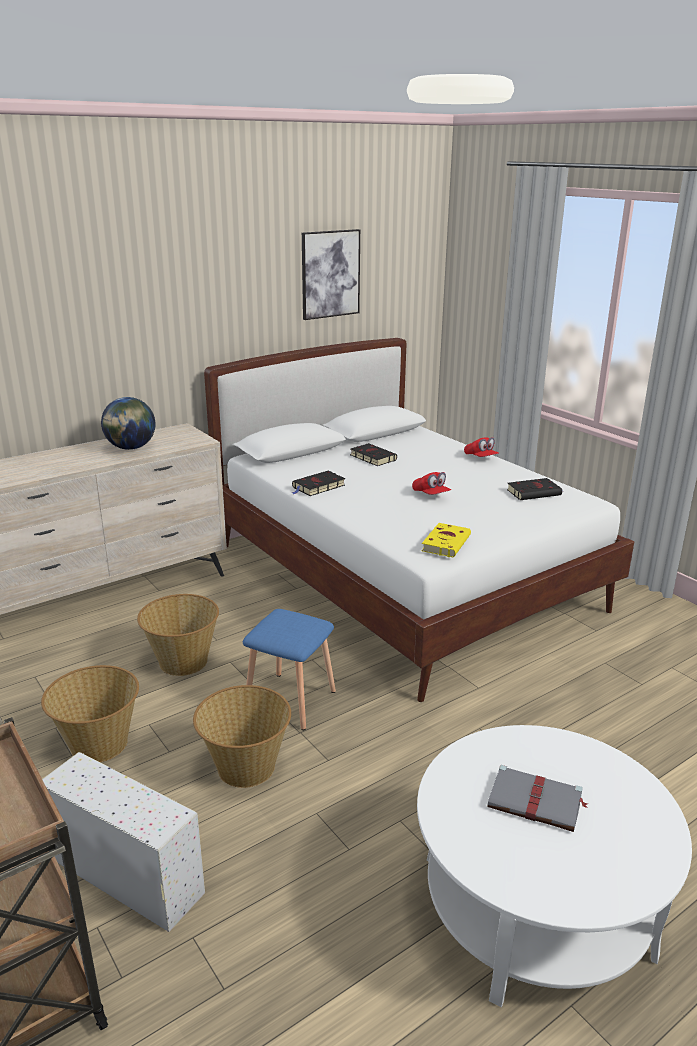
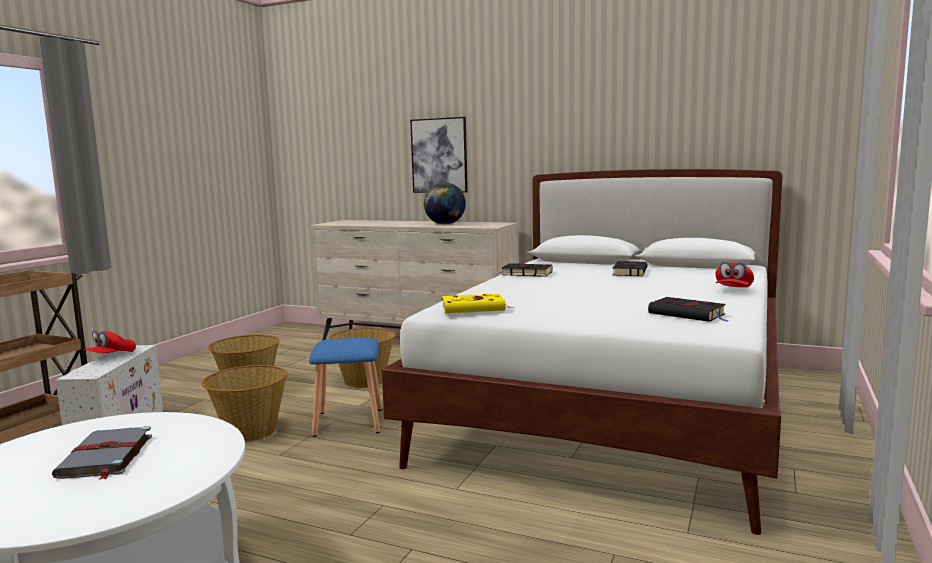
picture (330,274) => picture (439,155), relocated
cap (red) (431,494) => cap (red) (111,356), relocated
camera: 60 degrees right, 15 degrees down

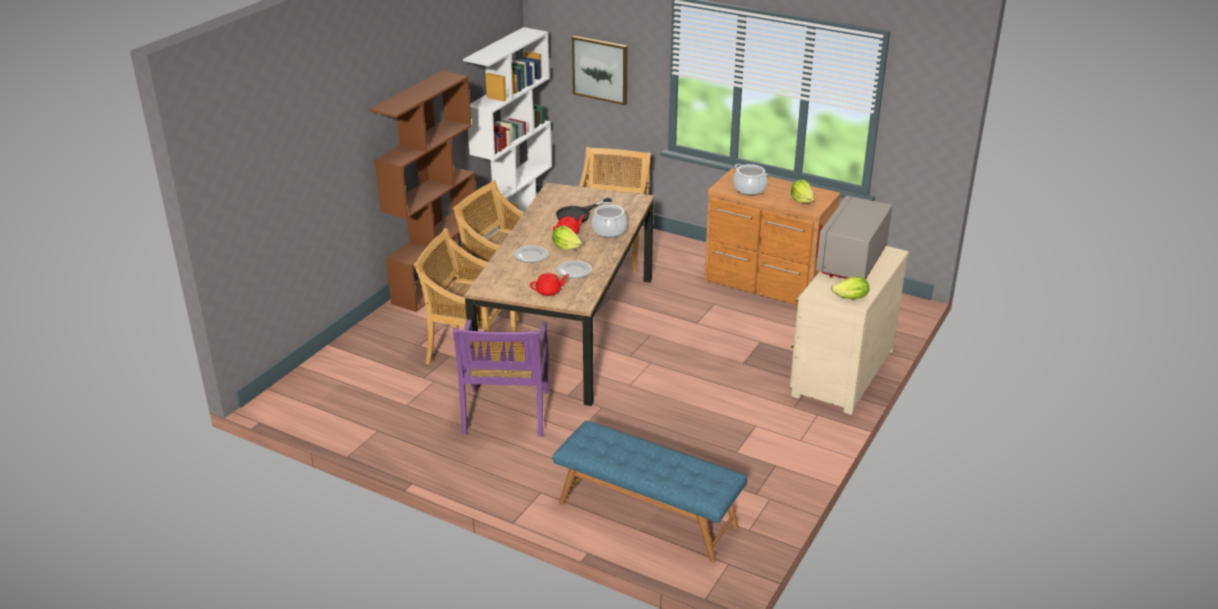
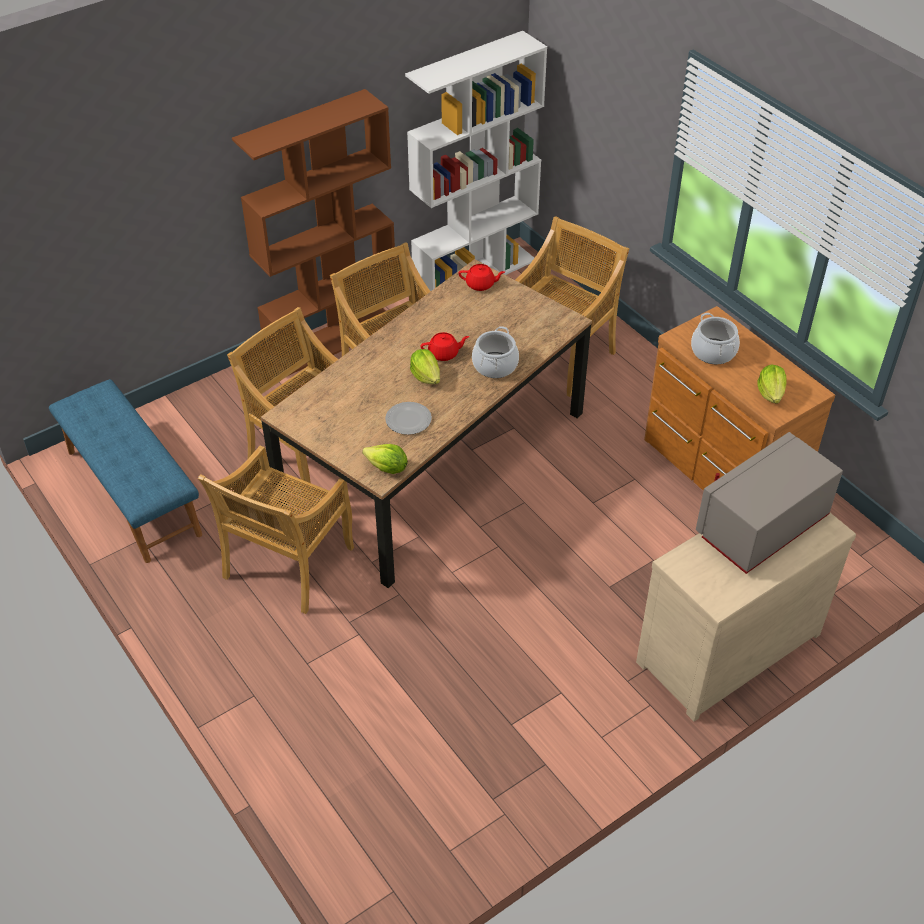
chair (purple) (506,414) => chair (beige) (287,565)
plate (530,255) => nothing
teapot (red) (549,291) => teapot (red) (481,284), relocated
bench (blue) (646,515) => bench (blue) (132,492), relocated
frying pan (black) (578,214) => nothing
picture (600,69) => nothing
lettuce (851,298) => lettuce (387,468), relocated
camera: 25 degrees right, 15 degrees up

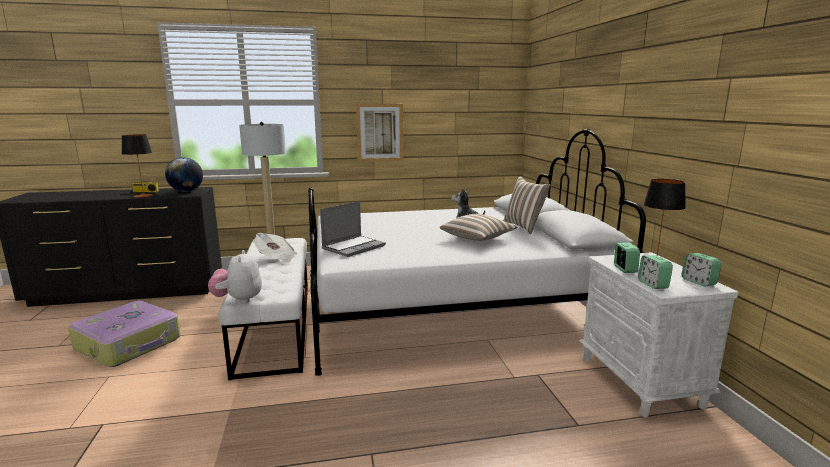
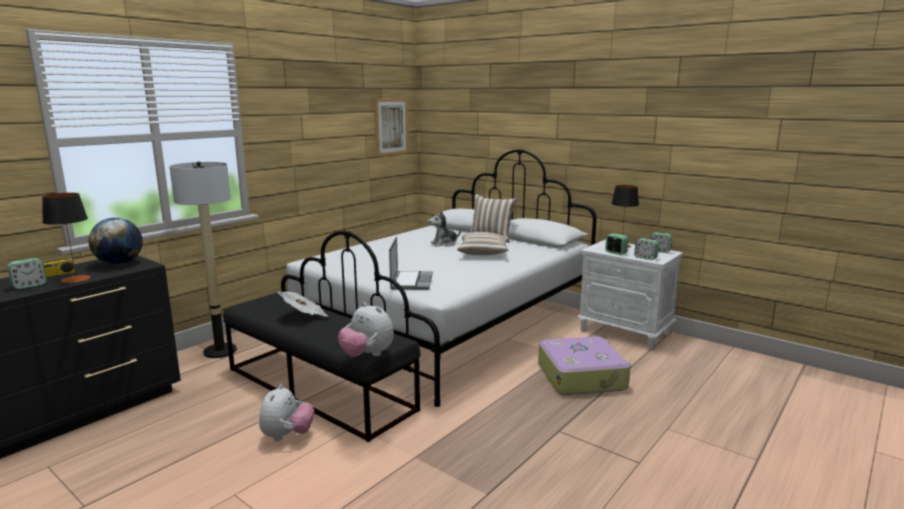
suitcase (130,344) => suitcase (582,376), relocated
bench (white) (275,324) => bench (black) (319,389)
picture (380,132) => picture (391,126), relocated
nothing => alarm clock (29,285)
nothing => plush toy (287,436)
camera: 40 degrees left, 0 degrees up

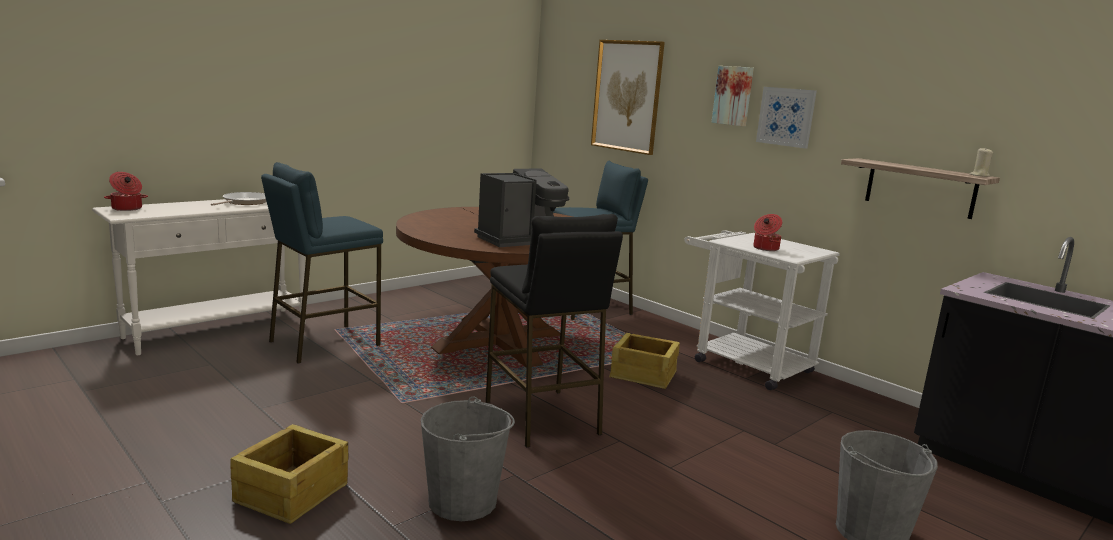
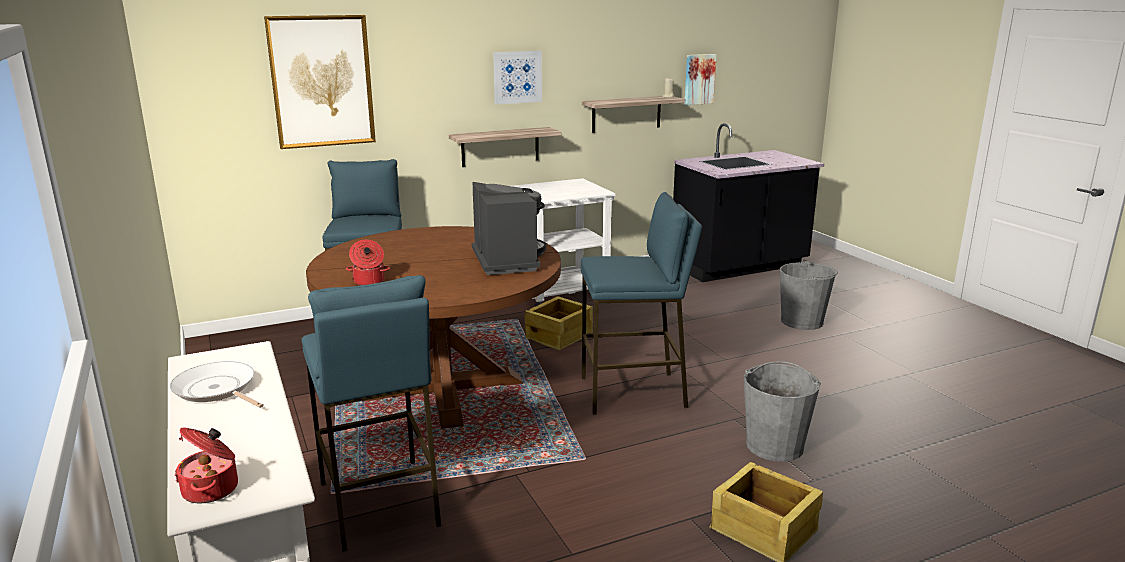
stool (black) (542,417) => stool (blue) (634,393)
picture (733,95) => picture (699,79), relocated
cooking pot (765,248) => cooking pot (369,281), relocated
nothing => shelf (500,147)
camera: 70 degrees left, 5 degrees up

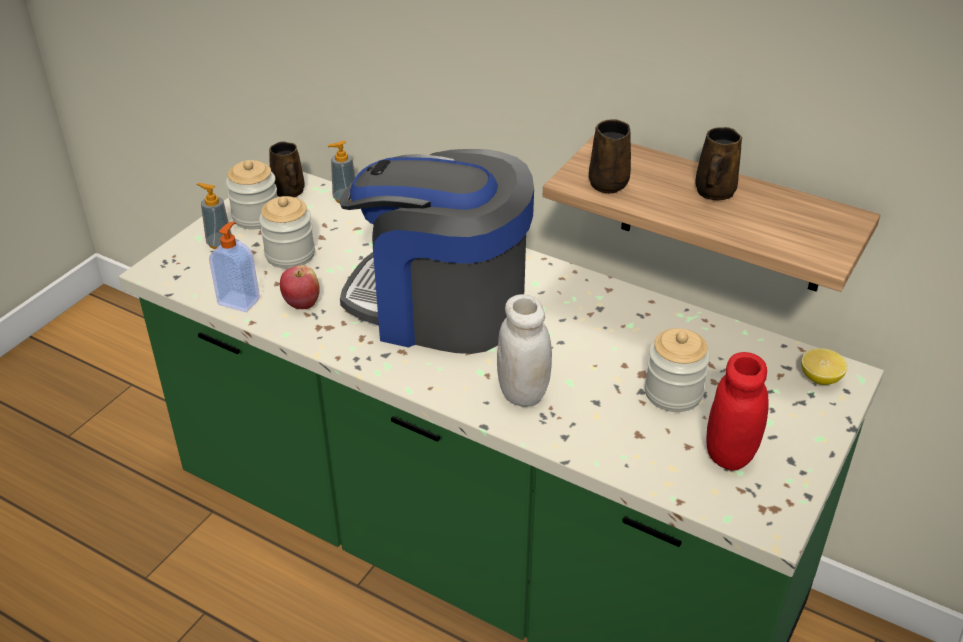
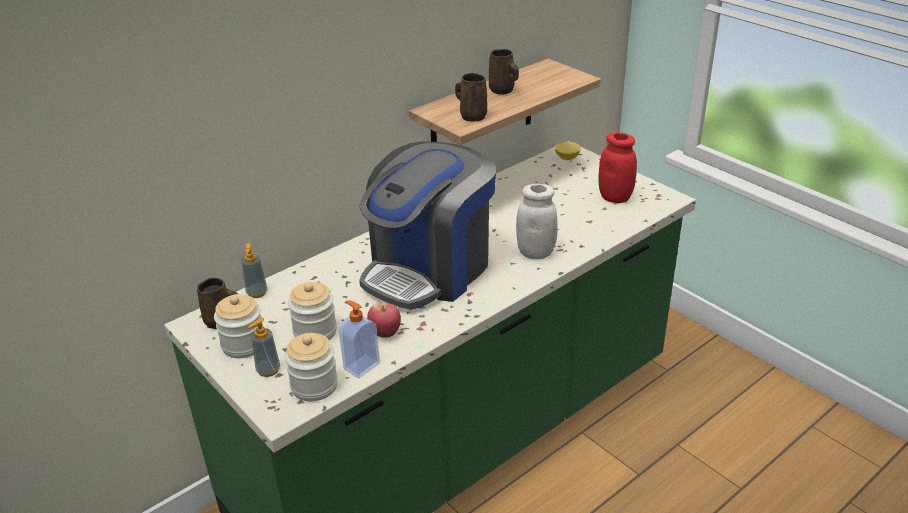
jar (673,393) => jar (314,386), relocated
camera: 70 degrees left, 5 degrees down

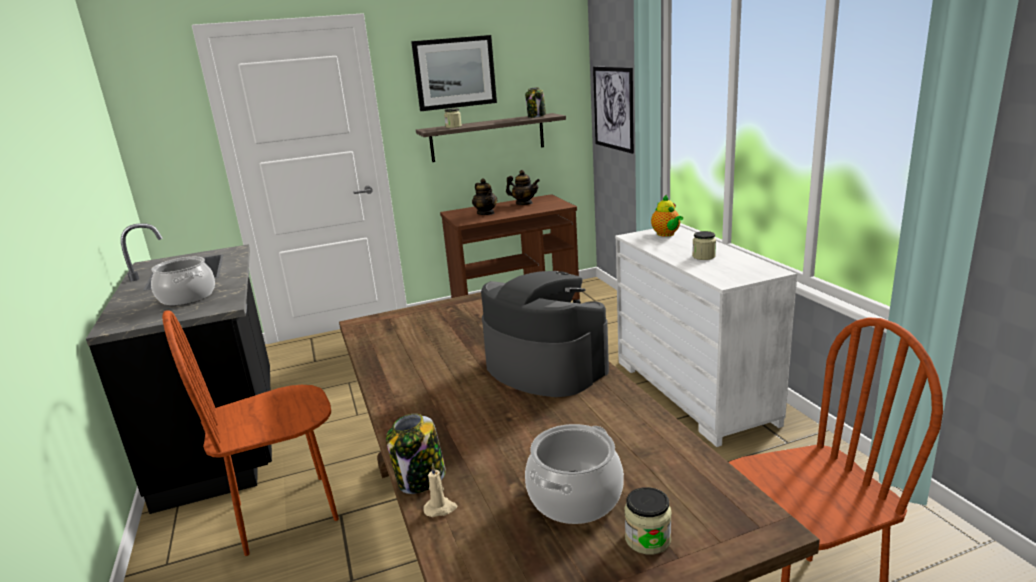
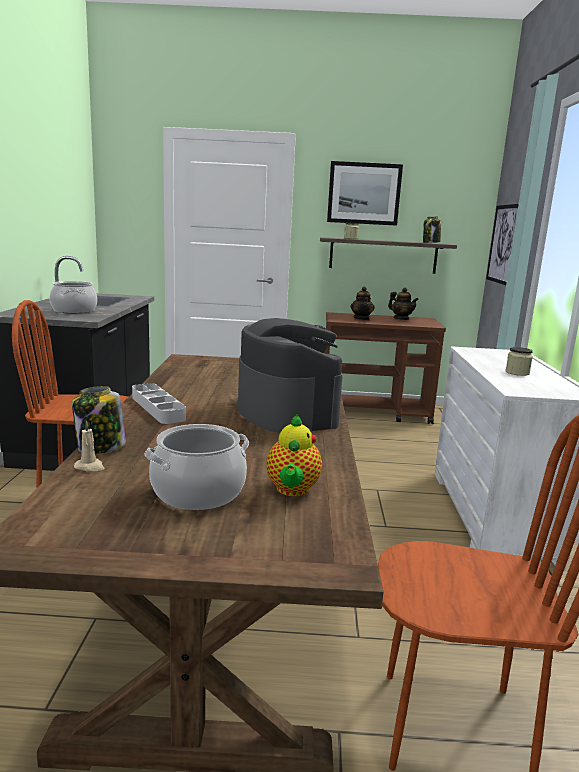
jar (647,539) => nothing
teapot (666,234) => teapot (292,490), relocated
nothing => tray (grey) (157,408)
camera: 20 degrees right, 5 degrees down

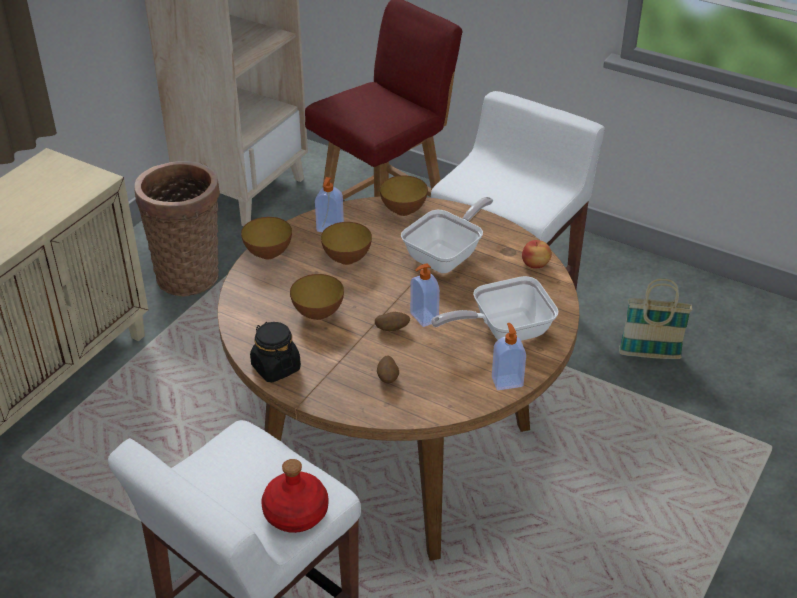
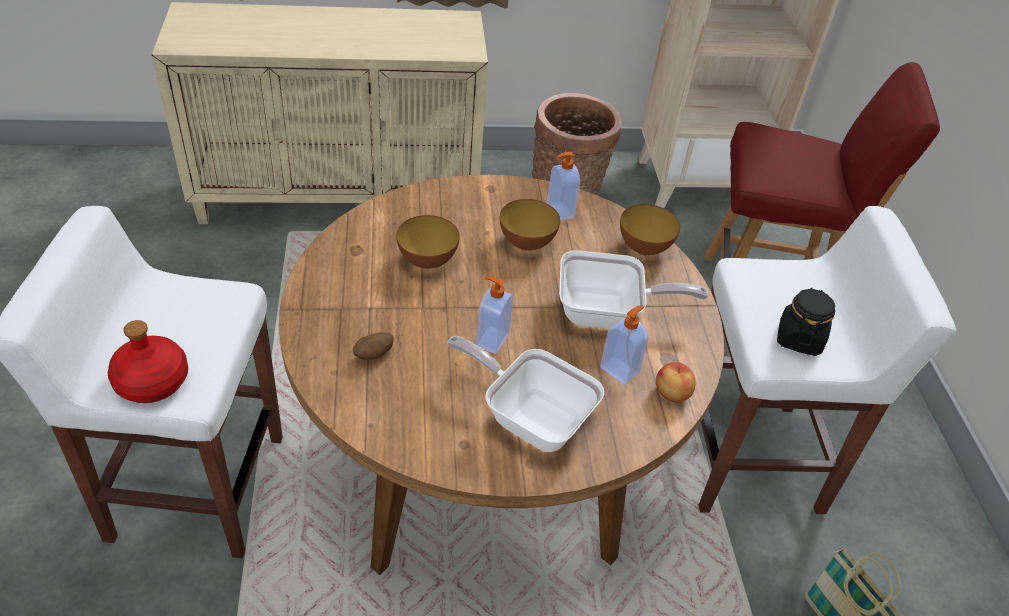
bowl (268,254) => nothing
jar (black) (275,367) => jar (black) (799,338), relocated
potato (392,329) => nothing
soap dispenser (507,381) => soap dispenser (620,370), relocated
camera: 50 degrees right, 5 degrees up

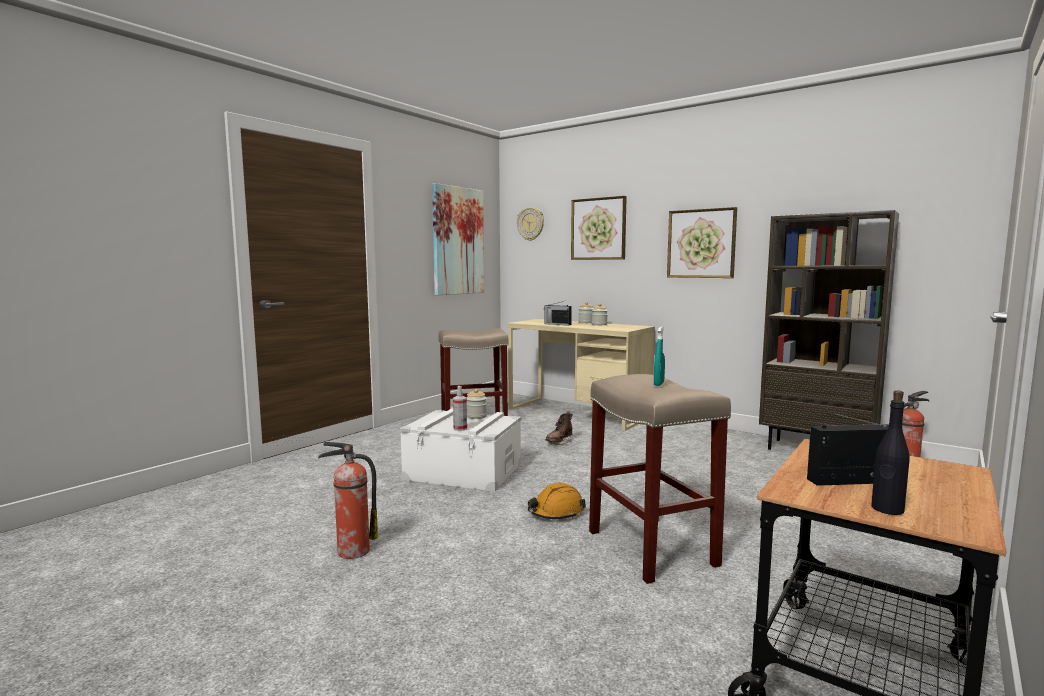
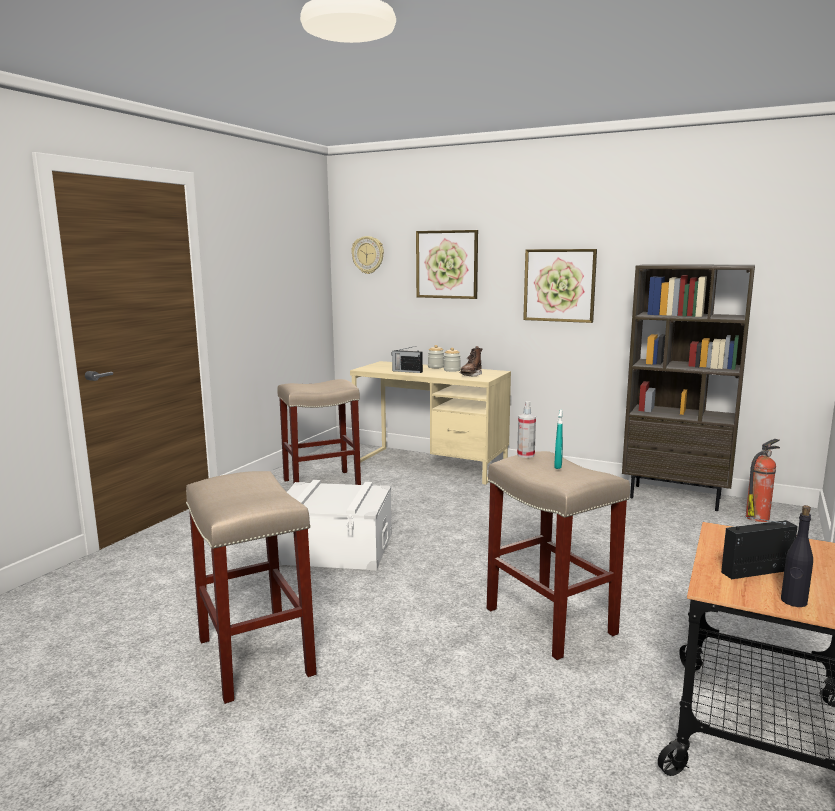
fire extinguisher (351,551) => stool (beige) (254,656)
picture (458,241) => nothing
spray bottle (460,428) => spray bottle (525,455), relocated
jar (476,416) => nothing
hard hat (orange) (556,513) => nothing
boot (brown) (559,442) => boot (brown) (471,375), relocated
camera: 10 degrees left, 5 degrees up

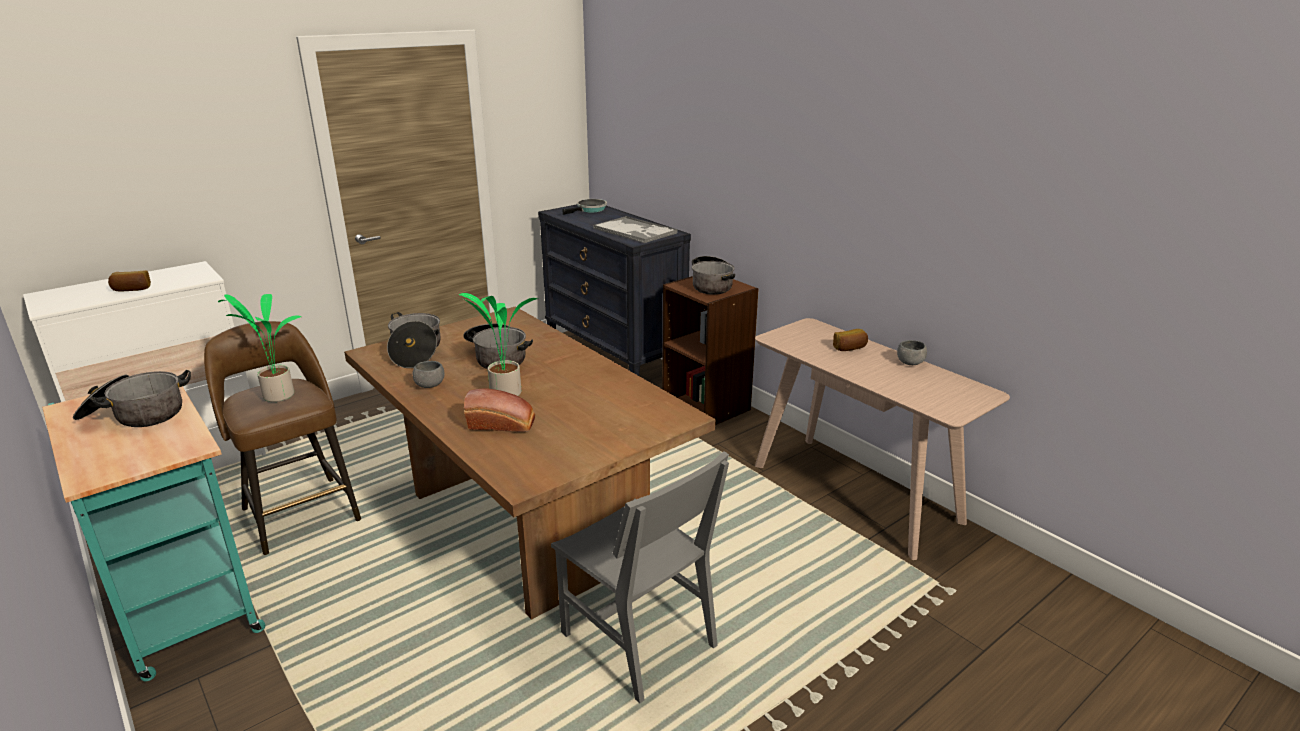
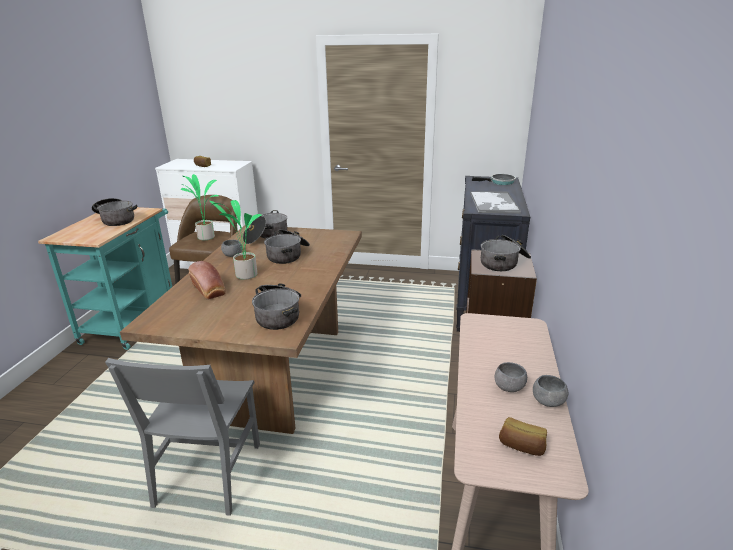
bread (849,348) => bread (521,446), relocated
nothing => cooking pot (279,314)
nothing => bowl (grey) (509,387)
camera: 50 degrees right, 0 degrees up

